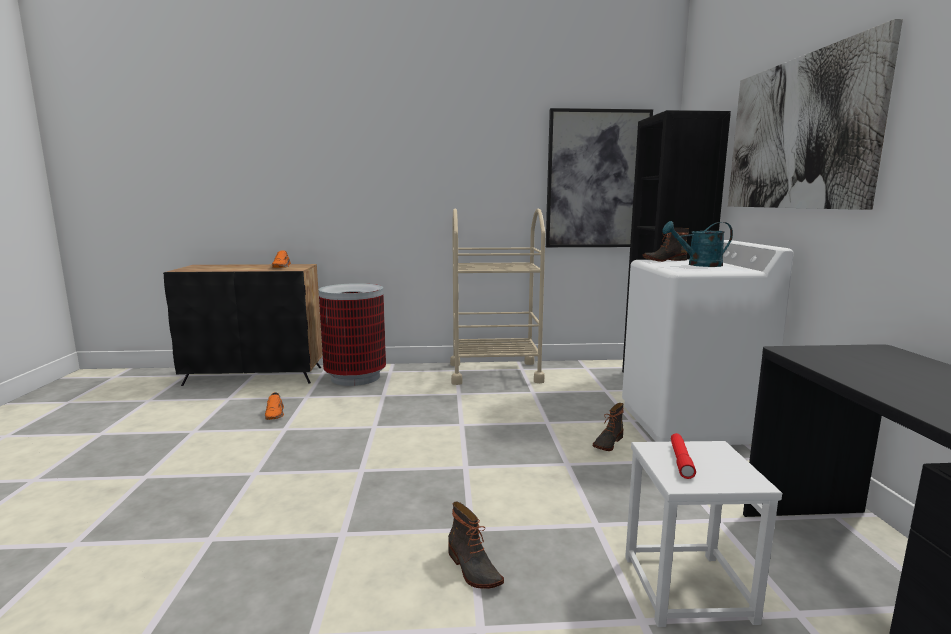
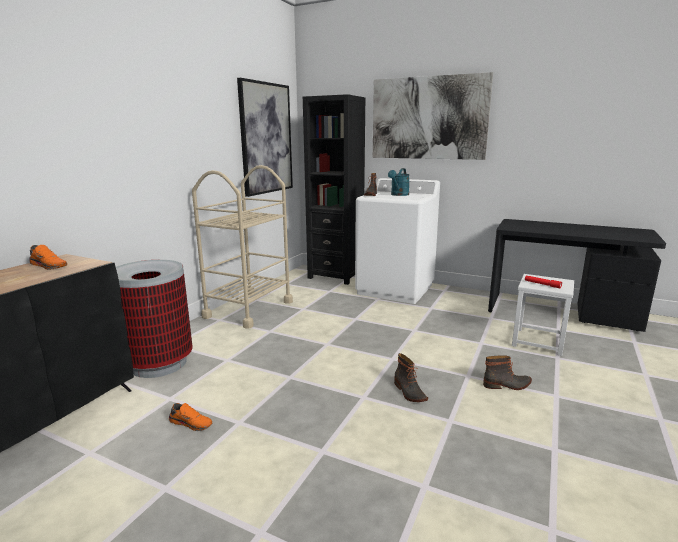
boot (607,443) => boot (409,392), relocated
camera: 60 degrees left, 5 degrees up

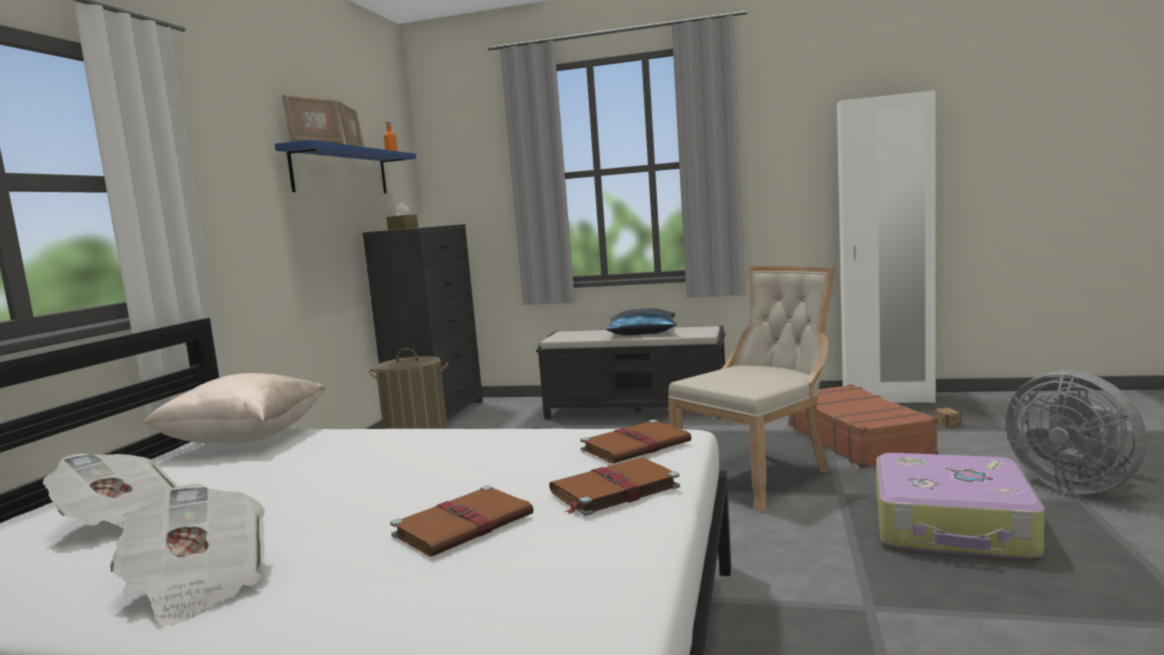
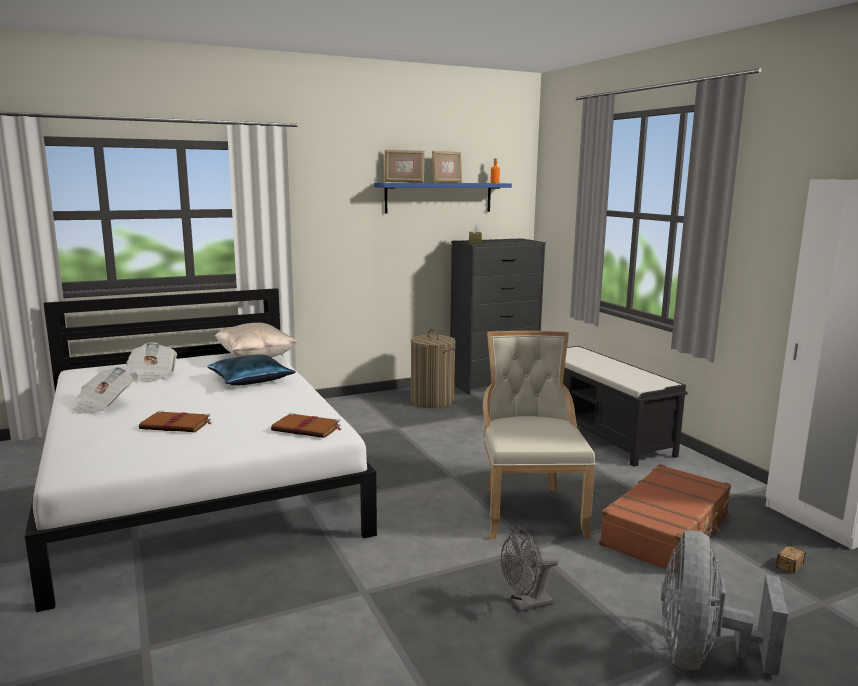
book (brown) (612,490) => nothing
pillow (blue) (642,332) => pillow (blue) (251,379), relocated
chair (beige) (759,476) => chair (beige) (529,510), 105 degrees counterclockwise
suitcase (953,527) => fan (grey) (525,604)
camera: 50 degrees right, 5 degrees up

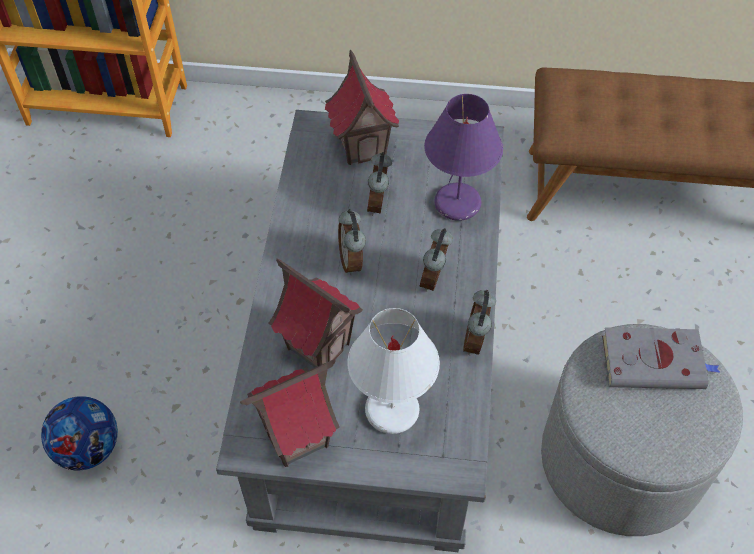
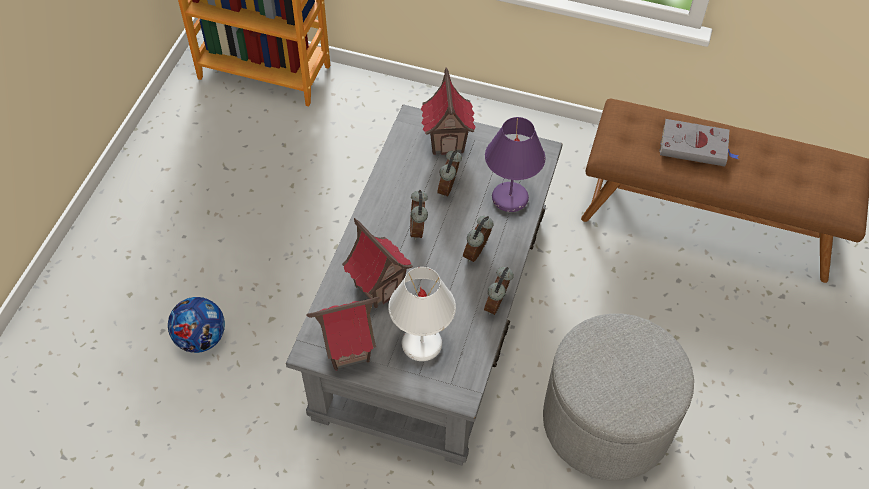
book (grey) (655,362) => book (grey) (695,147), relocated
camera: 10 degrees right, 0 degrees up

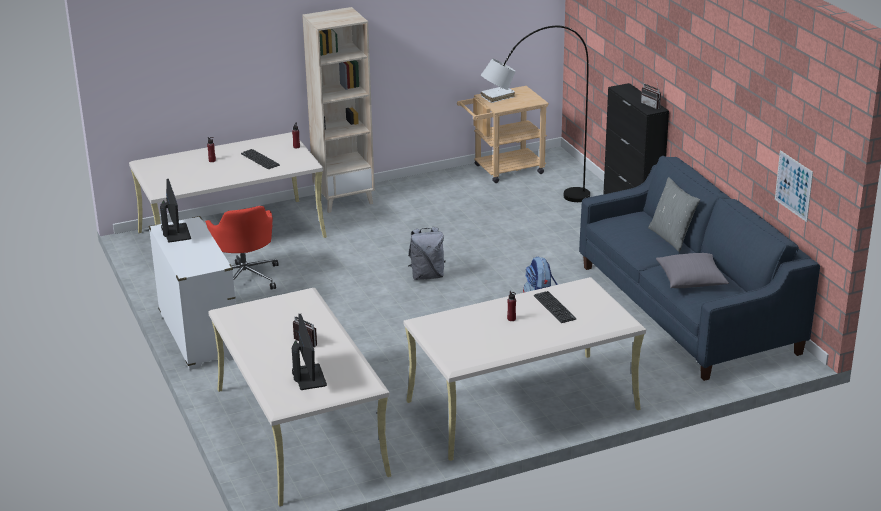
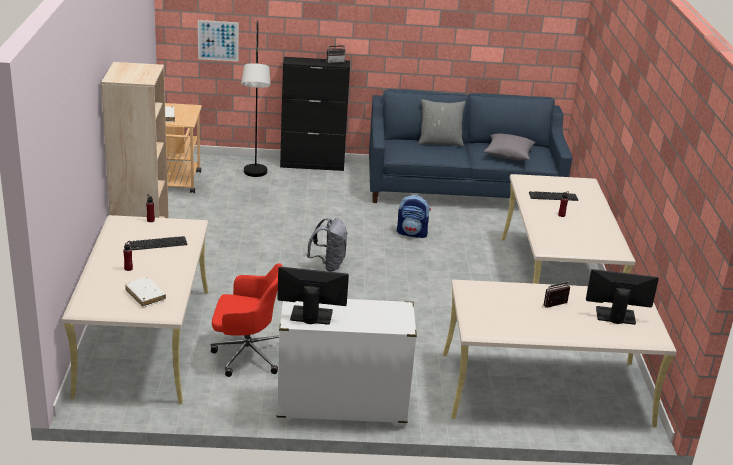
picture (793,186) => picture (218,40), relocated
nothing => book (white) (145,296)
camera: 70 degrees left, 0 degrees up

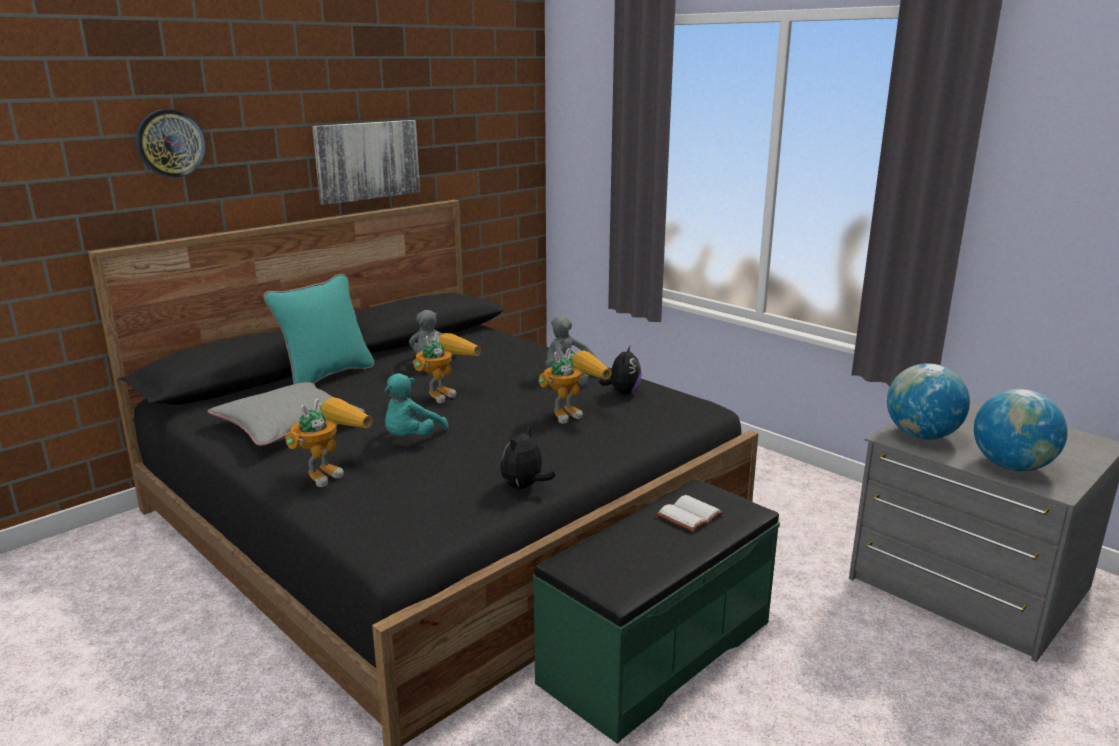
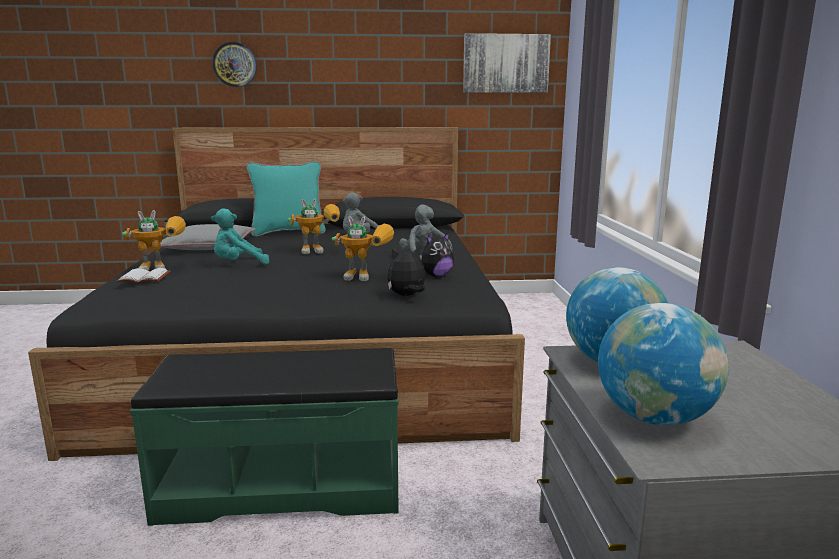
picture (367,160) => picture (505,63), relocated
plush toy (524,487) => plush toy (407,296), relocated
book (white) (690,516) => book (white) (142,278), relocated
camera: 40 degrees right, 5 degrees down

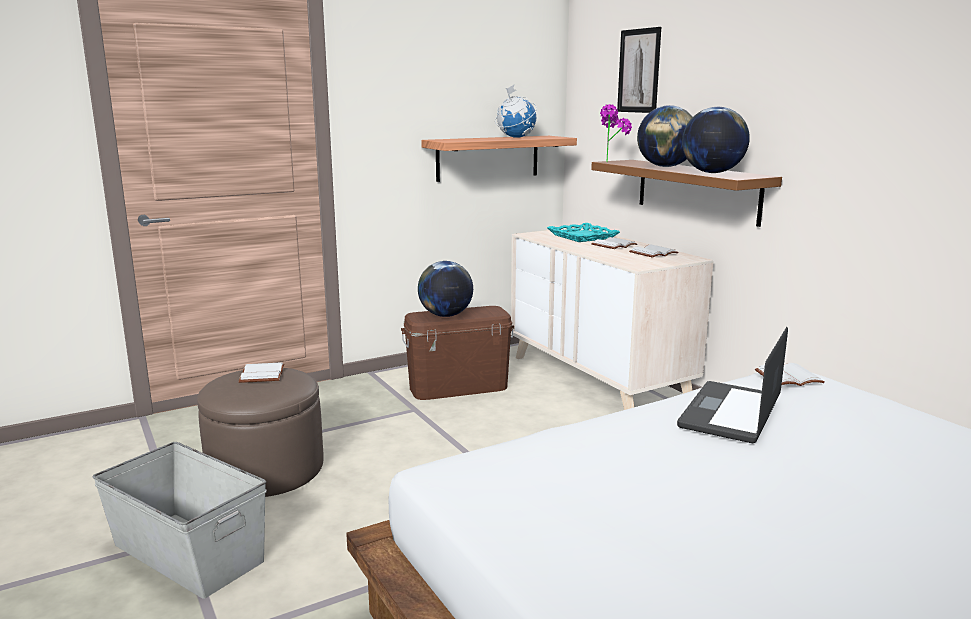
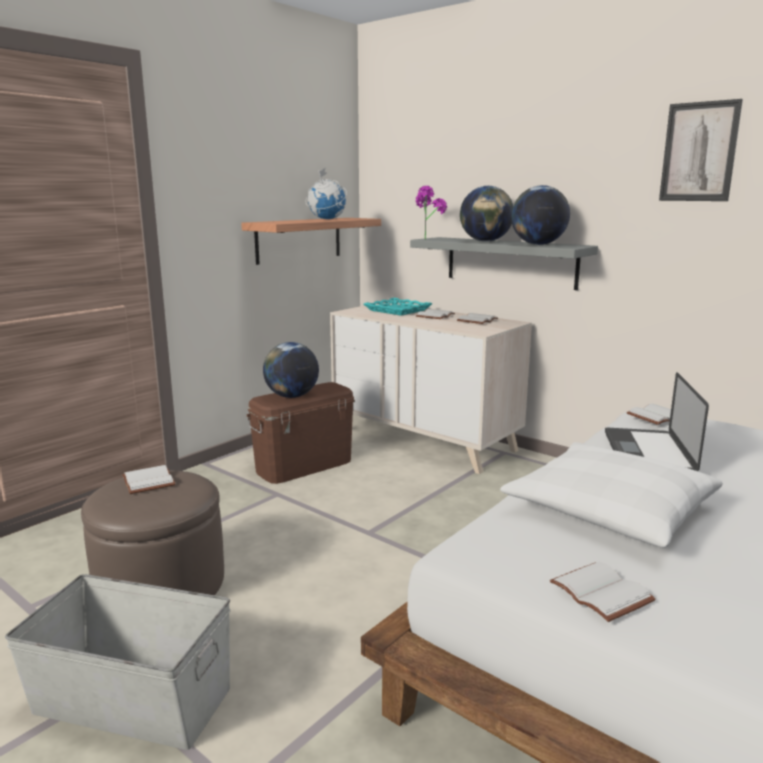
shelf (brown) (697,191) => shelf (grey) (510,262)
picture (639,71) => picture (699,152), relocated
nothing => pillow (white) (610,509)
nothing => book (white) (603,593)
camera: 20 degrees left, 0 degrees up

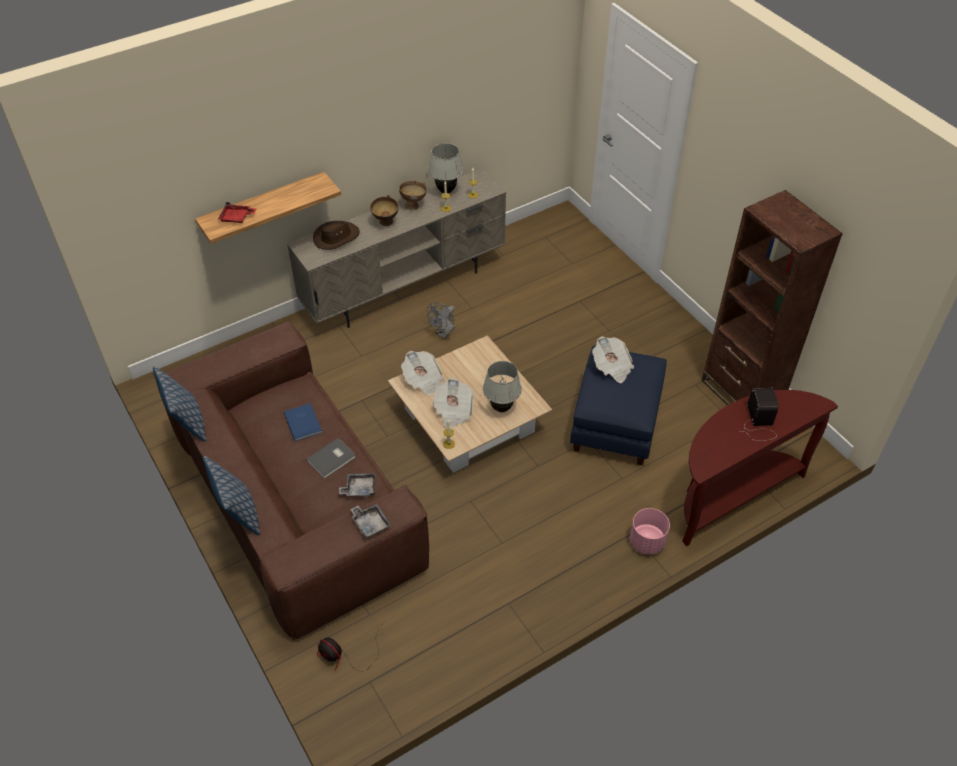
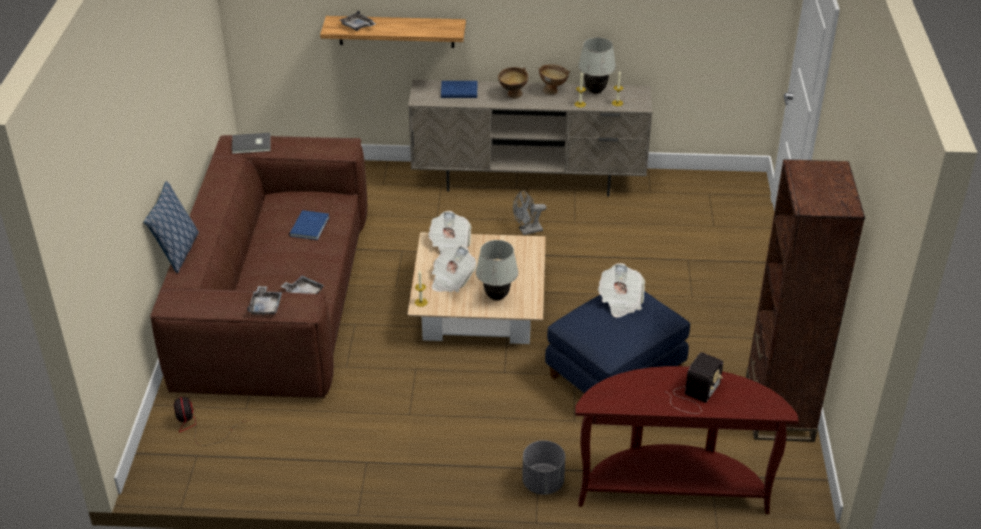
pillow (187,423) => nothing
tray (red) (236,217) => tray (grey) (357,26)
book (grey) (332,459) => book (grey) (252,145), relocated
hat (brown) (336,237) => book (blue) (458,90)
planter (pink) (647,542) => planter (grey) (543,483)
camera: 35 degrees right, 10 degrees down

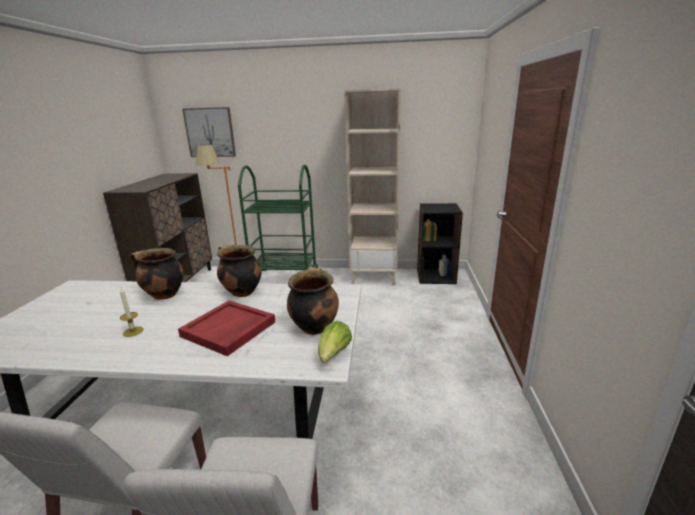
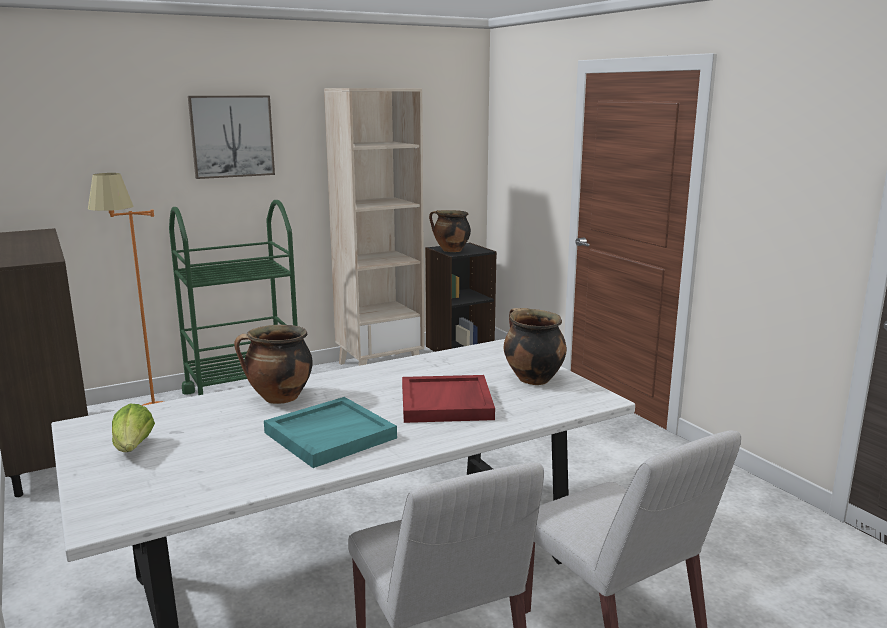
candle (133,331) => tray (turquoise) (330,435)
picture (210,132) => picture (232,136), relocated
cooking pot (241,292) => cooking pot (450,250), relocated
lettuce (334,355) => lettuce (133,449), relocated
camera: 35 degrees left, 5 degrees down

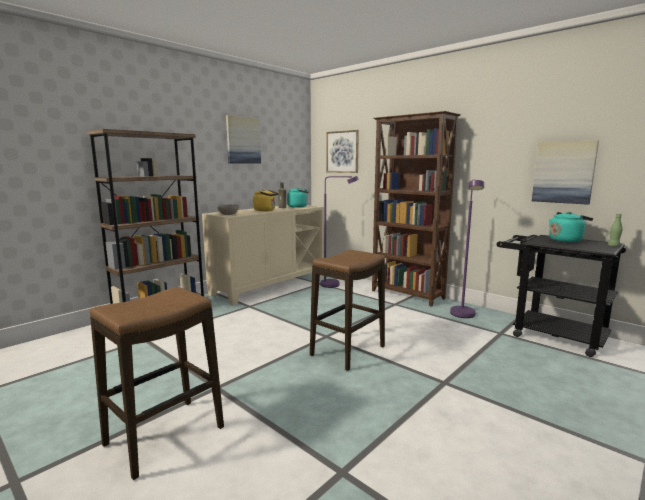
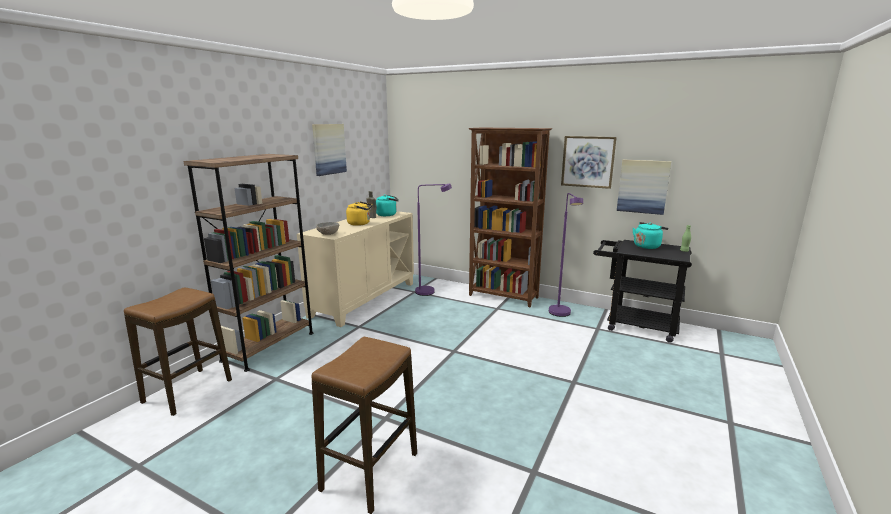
stool (348,351) => stool (188,391), relocated
picture (342,152) => picture (588,161), relocated
camera: 15 degrees left, 5 degrees up

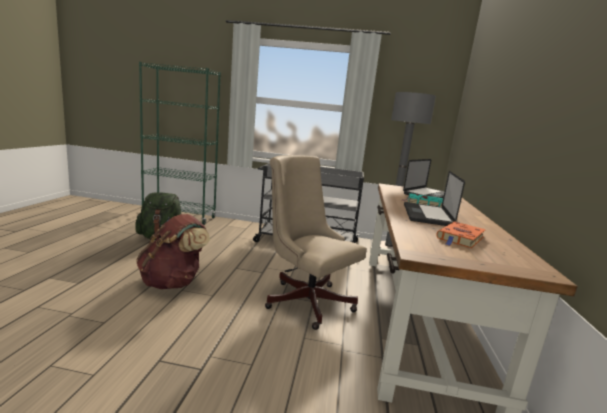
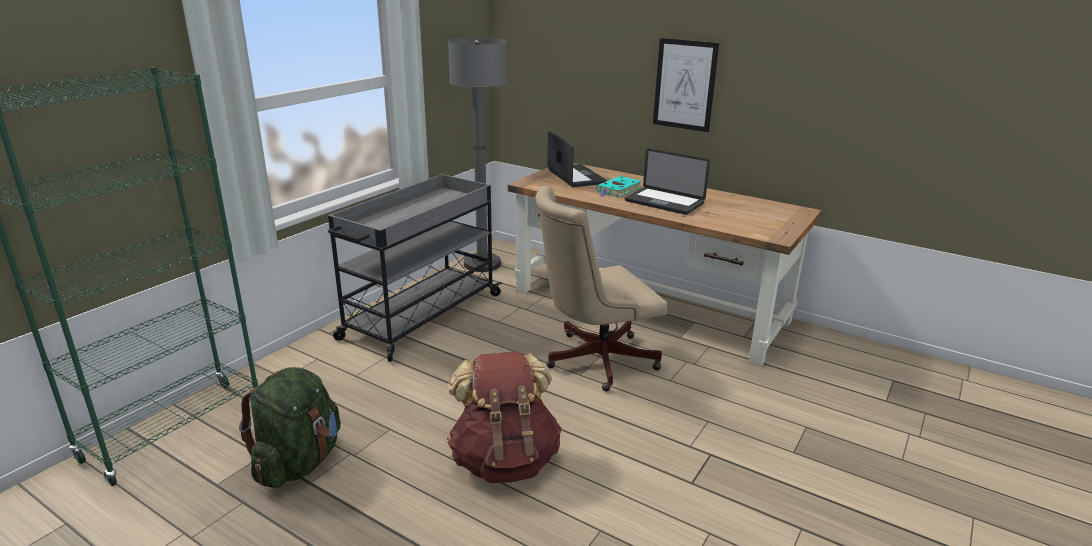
book (orange) (460,238) => nothing
nothing => picture (684,85)
camera: 65 degrees left, 10 degrees up

